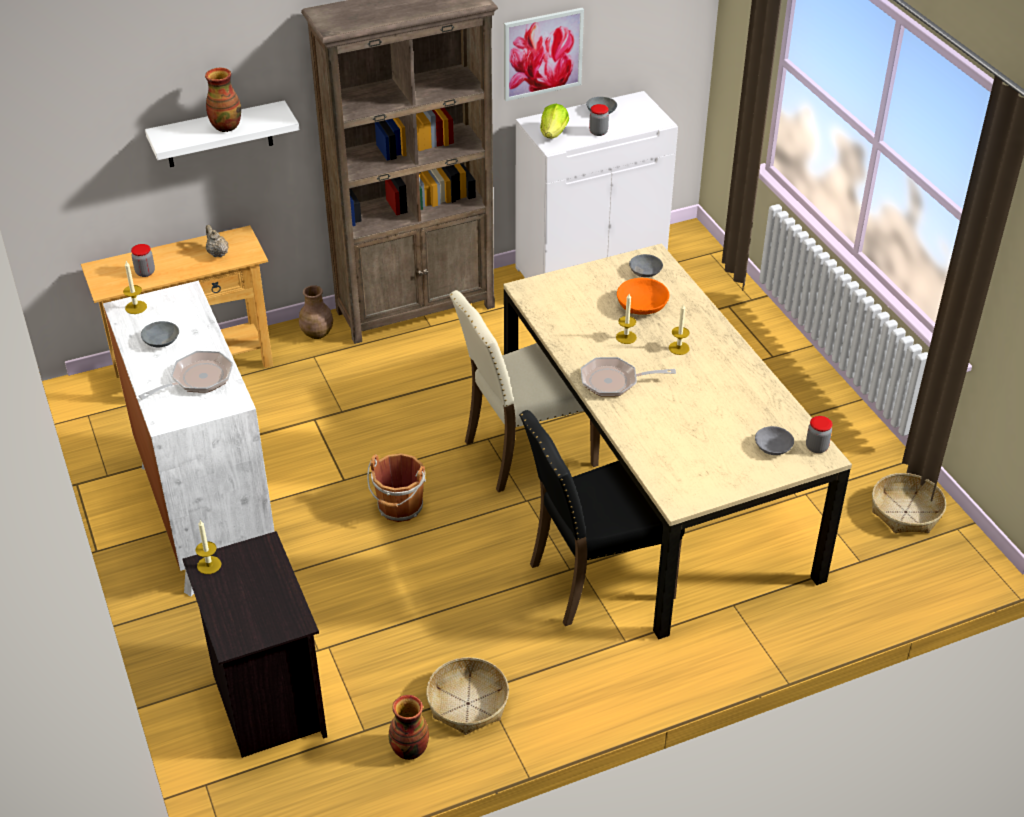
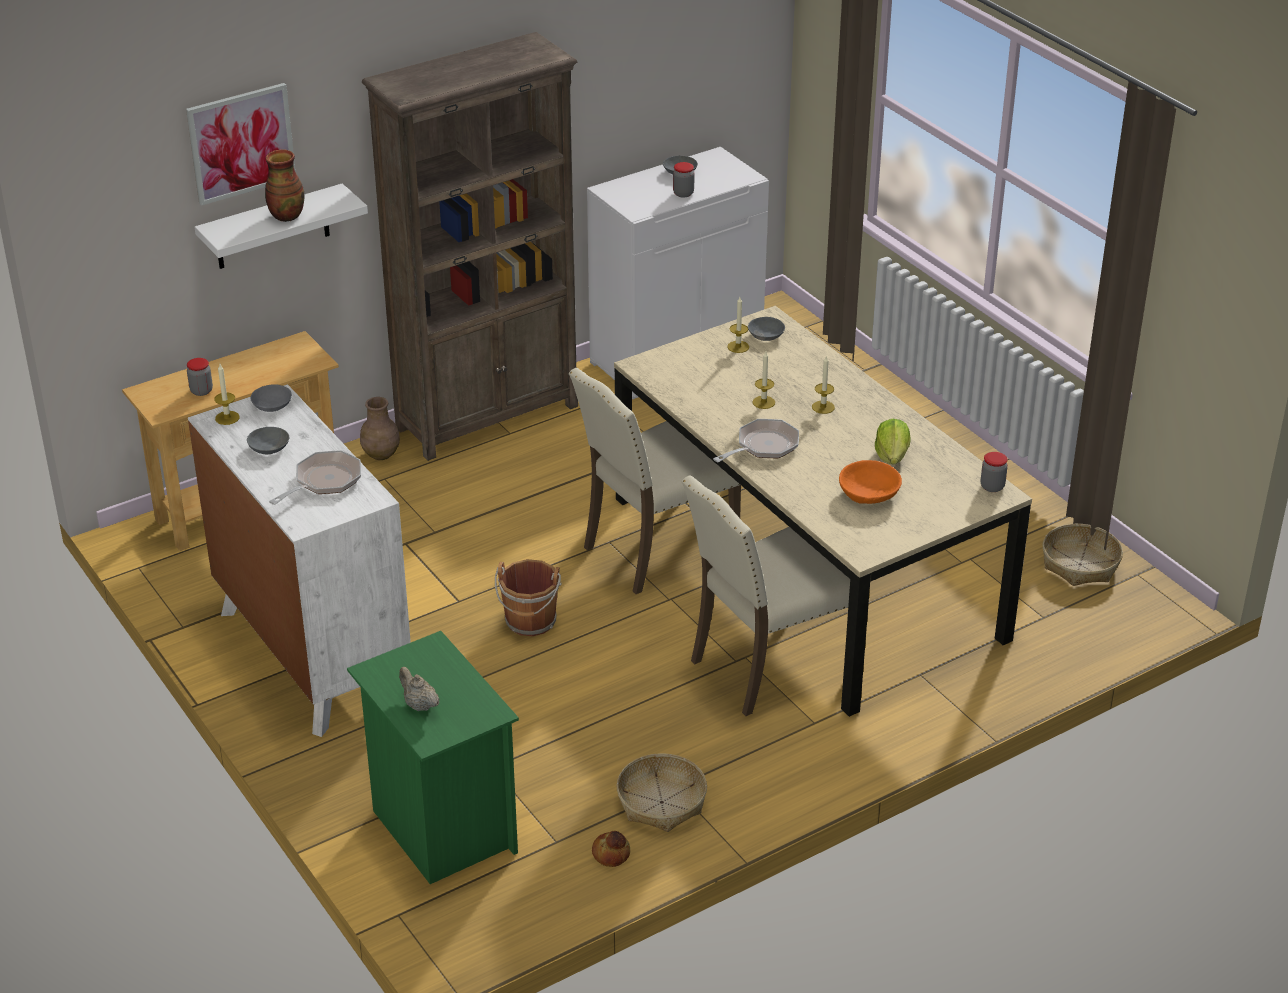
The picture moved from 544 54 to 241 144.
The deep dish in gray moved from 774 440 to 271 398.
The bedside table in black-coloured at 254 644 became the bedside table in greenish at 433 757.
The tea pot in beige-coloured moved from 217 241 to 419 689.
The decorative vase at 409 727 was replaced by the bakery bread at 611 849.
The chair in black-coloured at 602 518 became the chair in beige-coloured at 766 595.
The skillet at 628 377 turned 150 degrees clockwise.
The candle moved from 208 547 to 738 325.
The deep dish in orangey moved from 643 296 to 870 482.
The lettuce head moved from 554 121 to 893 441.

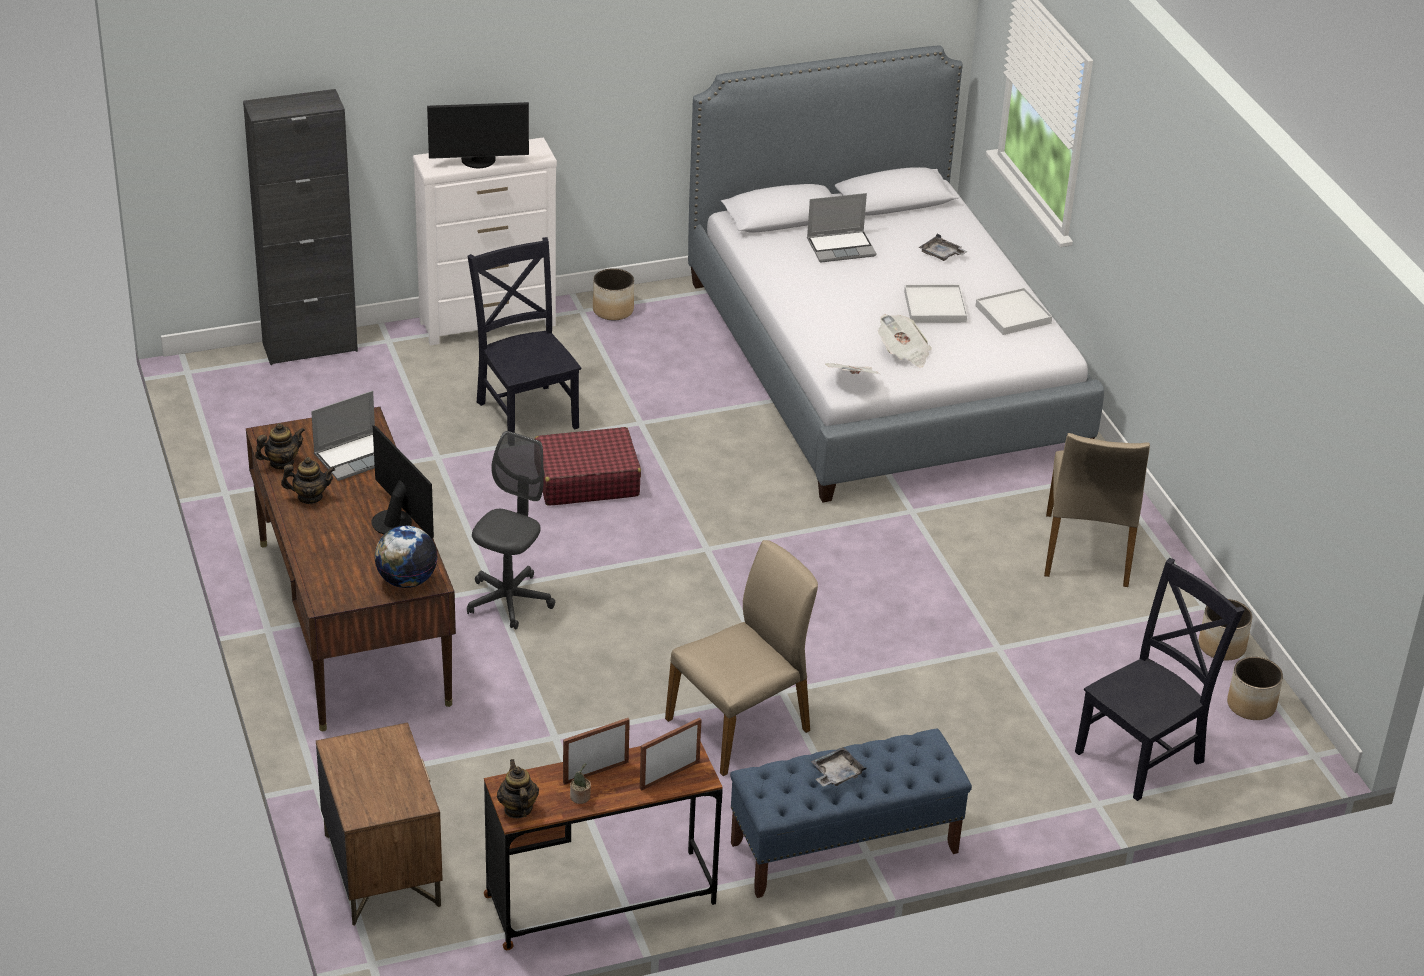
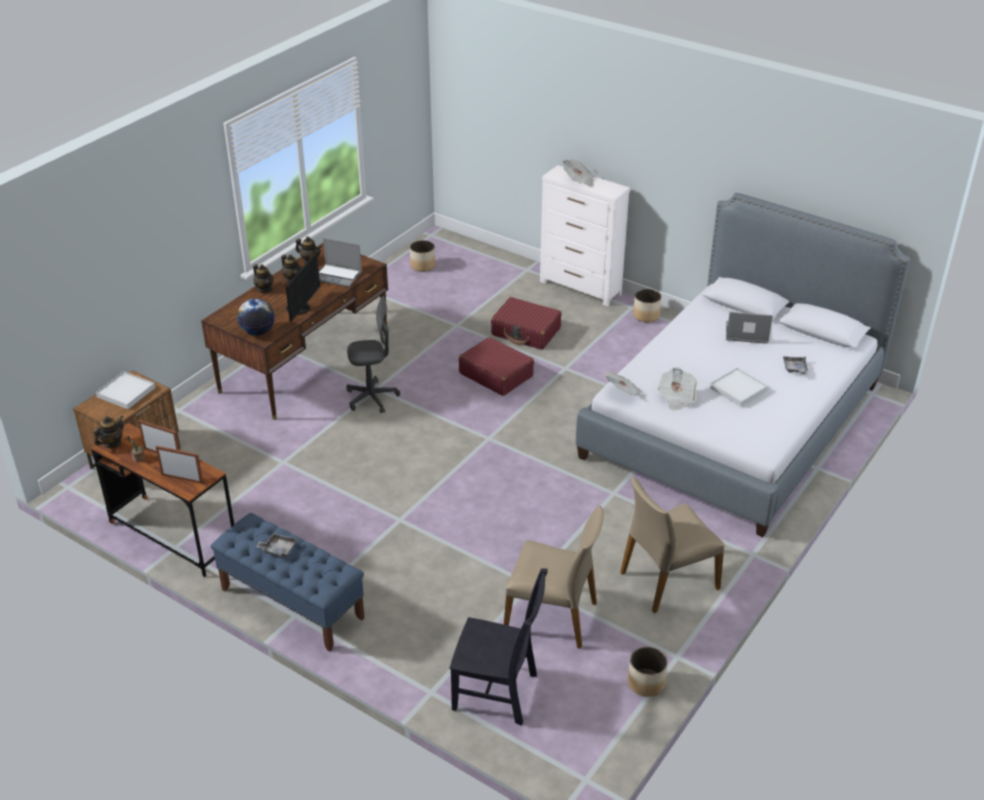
The serving tray in whitish moved from 1014 311 to 126 390.
The tea pot at 263 278 appeared.
The flower pot moved from 1255 688 to 422 256.
The chair in black-coloured at 524 335 was replaced by the piece of luggage in reddish at 526 323.
The chair in beige-coloured moved from 741 658 to 554 577.
The computer screen at 478 135 was replaced by the daily paper at 579 173.
The laptop at 842 227 turned 150 degrees clockwise.
The storage cabinet in black-coloured at 300 227 disappeared.

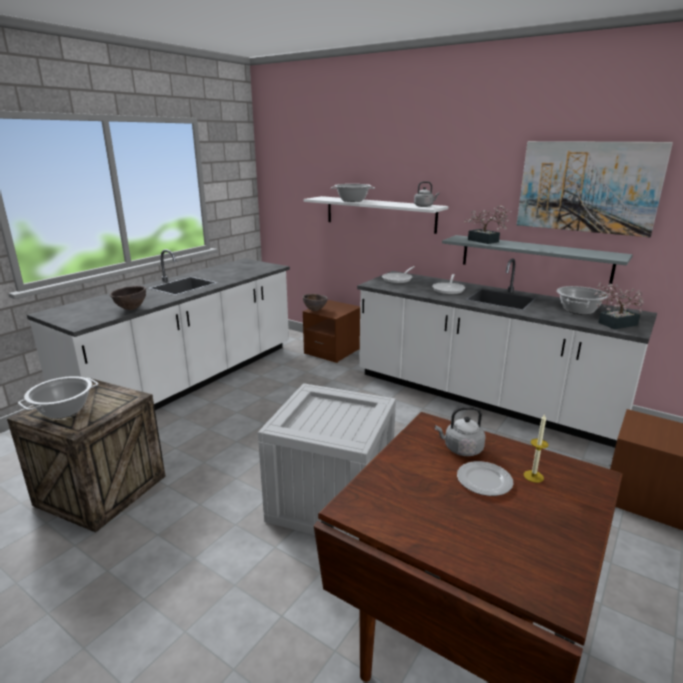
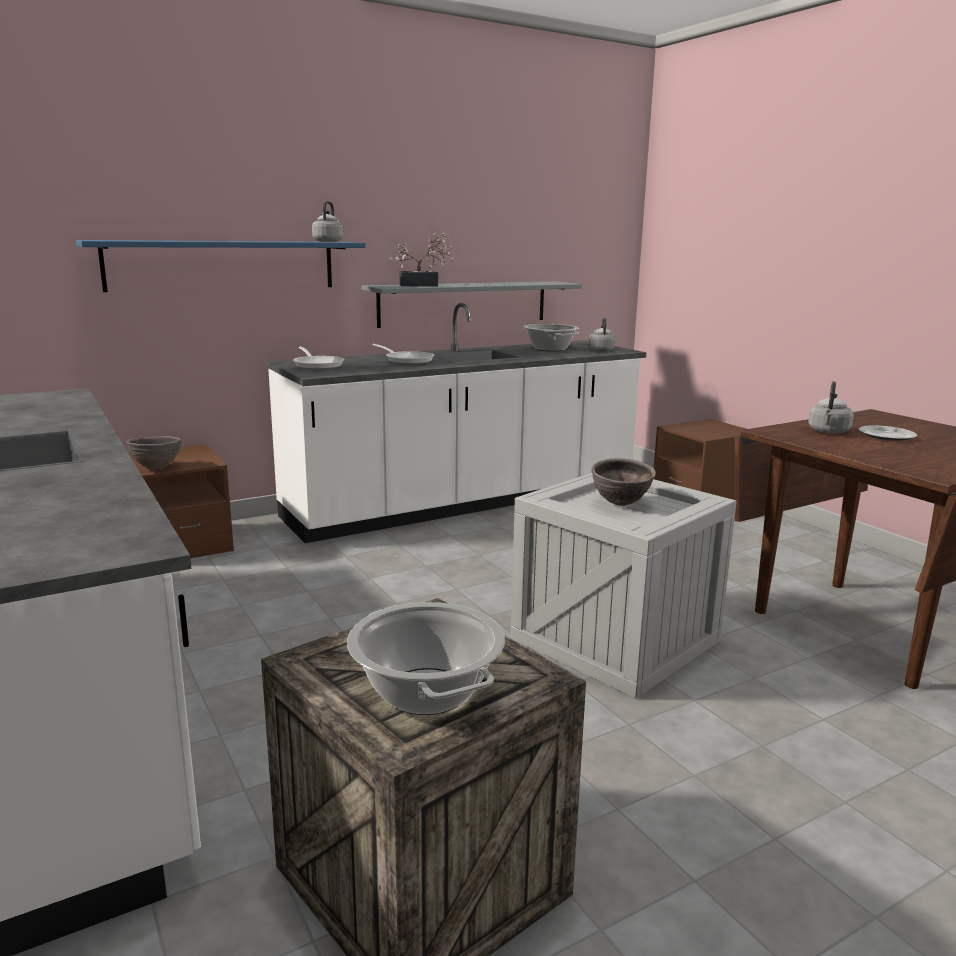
The shelf in whitish at 376 215 became the shelf in blue at 221 266.
The houseplant at 619 305 was replaced by the kettle in gray at 602 334.
The deep dish in brown-coloured moved from 128 298 to 624 482.
The saucepot at 353 193 disappeared.
The picture at 595 189 disappeared.
The candle at 536 448 disappeared.

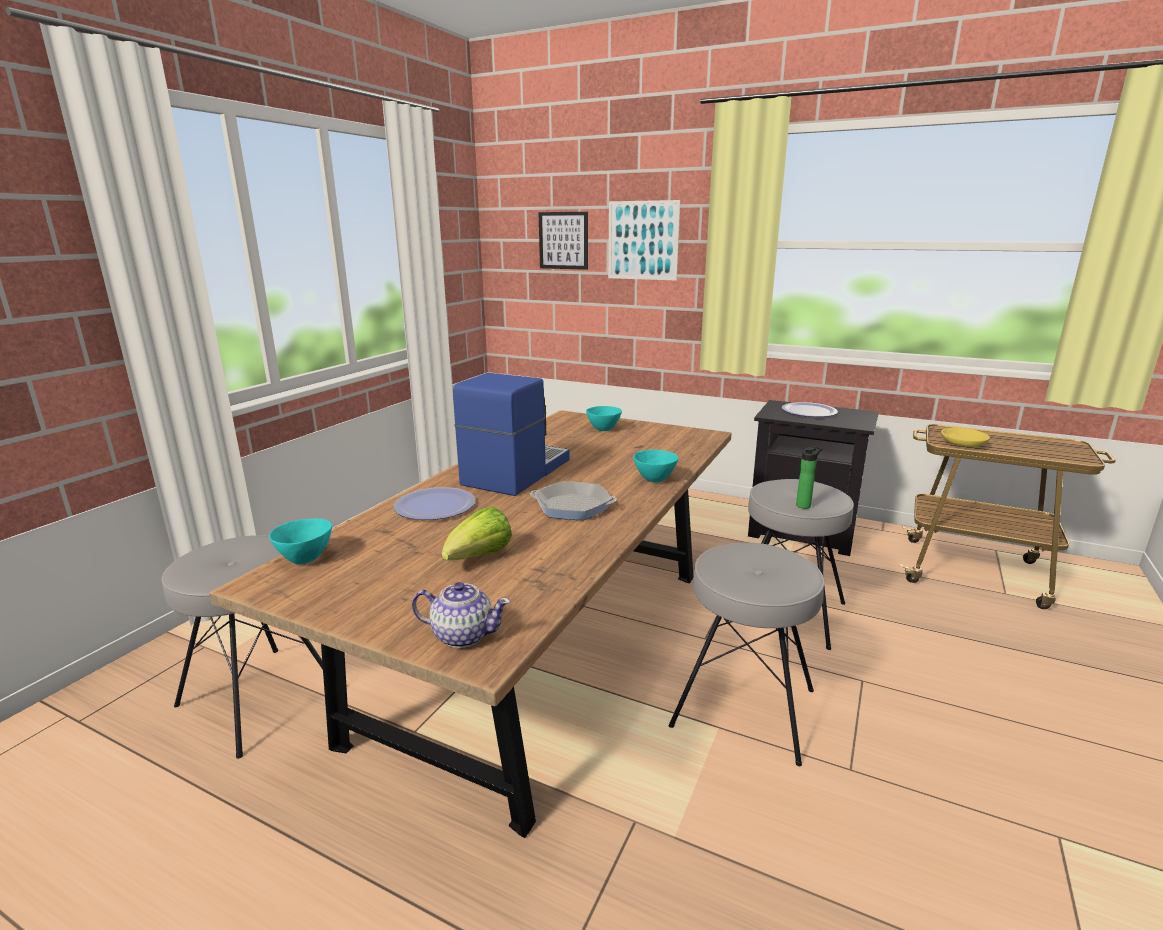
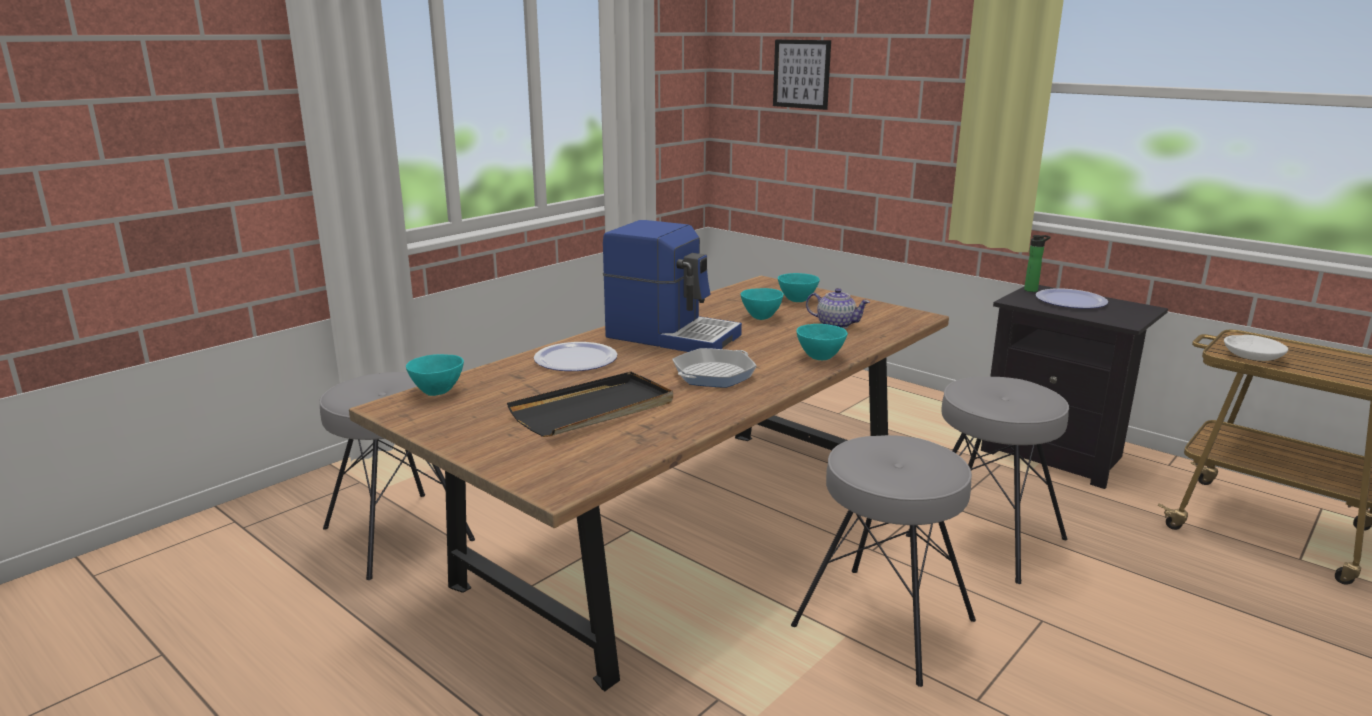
The lettuce head at 477 533 was replaced by the serving tray in black-coloured at 590 404.
The coffee machine at 511 434 turned 75 degrees clockwise.
The skillet at 573 500 turned 75 degrees counterclockwise.
The deep dish in blue-green at 762 304 appeared.
The tea pot moved from 461 615 to 838 308.
The beverage bottle moved from 809 477 to 1037 263.
The deep dish in yellow at 965 437 became the deep dish in whitish at 1256 348.
The picture at 644 240 disappeared.

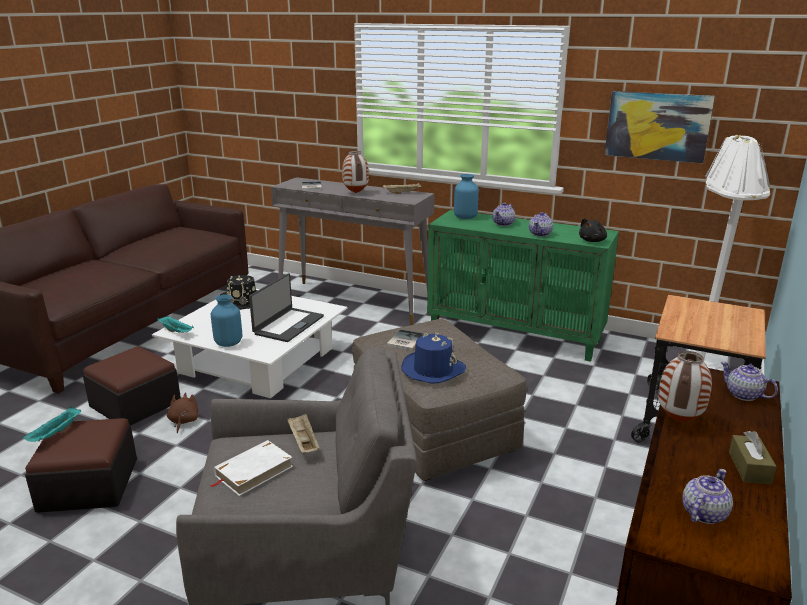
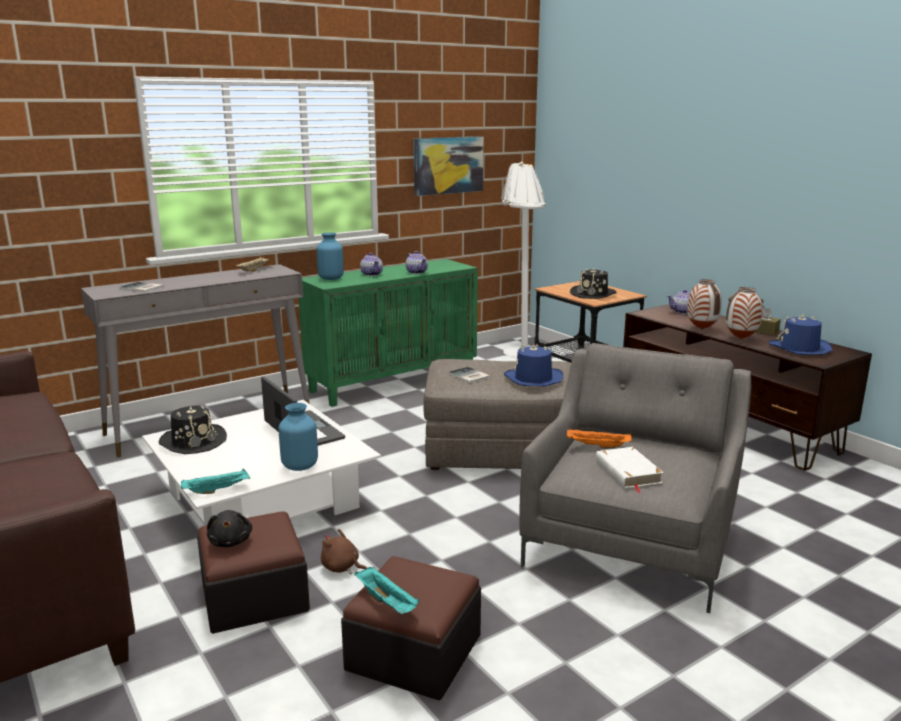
The soft toy in black-coloured moved from 593 230 to 229 528.
The serving tray in beige-coloured at 303 433 became the serving tray in orangey at 599 439.
The hat in black-coloured at 593 283 appeared.
The decorative vase moved from 355 172 to 745 313.
The tea pot at 707 496 was replaced by the hat in blue at 801 334.

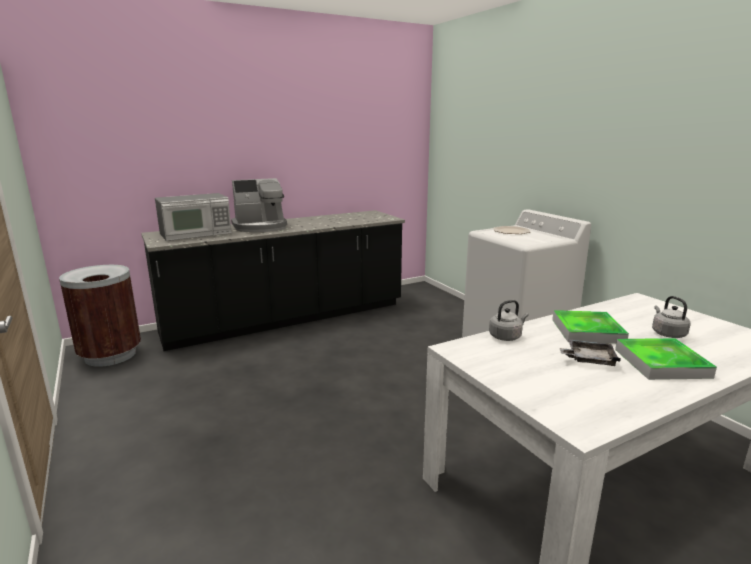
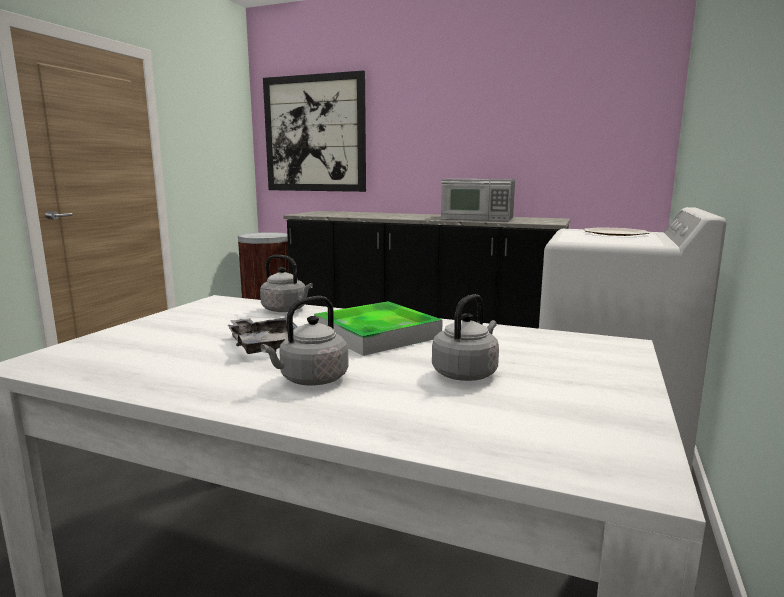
The serving tray at 666 359 was replaced by the kettle in gray at 304 341.
The picture at 314 131 appeared.
The microwave oven moved from 193 217 to 478 200.
The coffee machine at 259 205 disappeared.

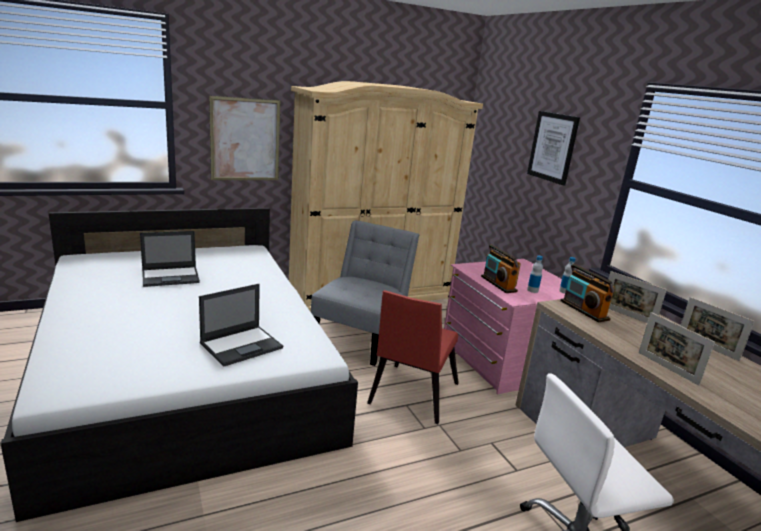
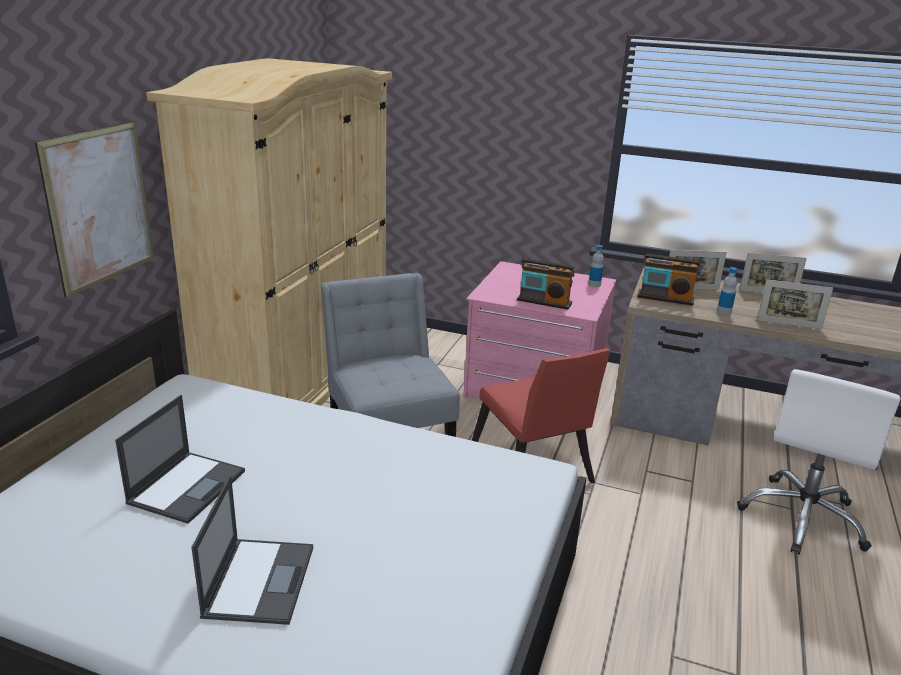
The laptop moved from 241 325 to 252 550.
The beverage bottle moved from 535 274 to 727 291.
The picture at 553 148 disappeared.

